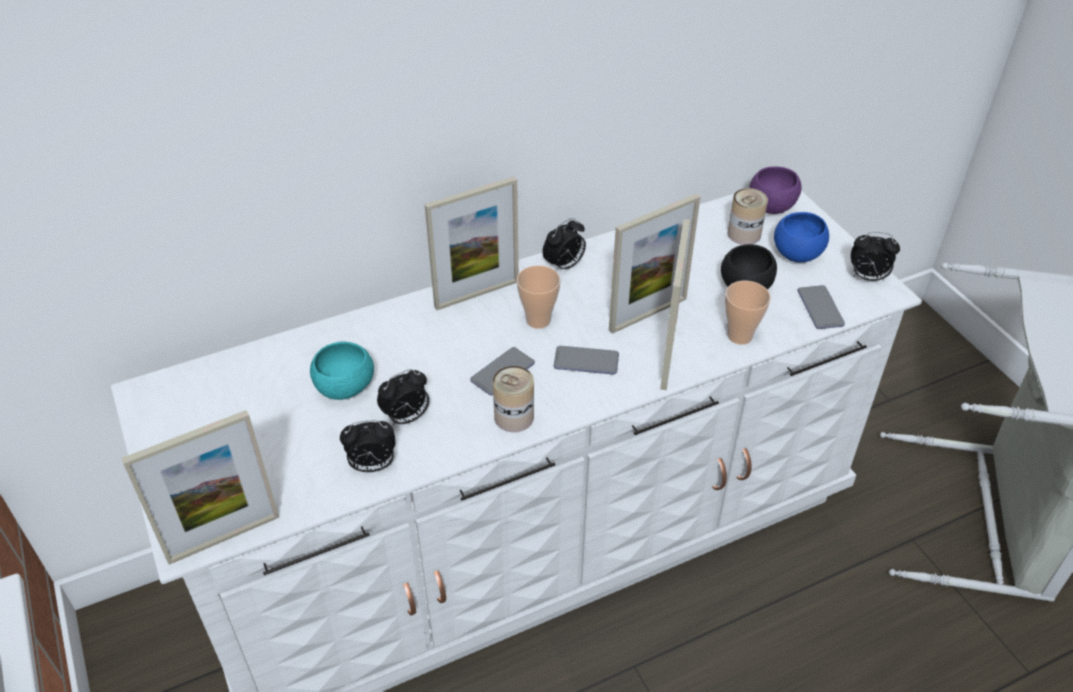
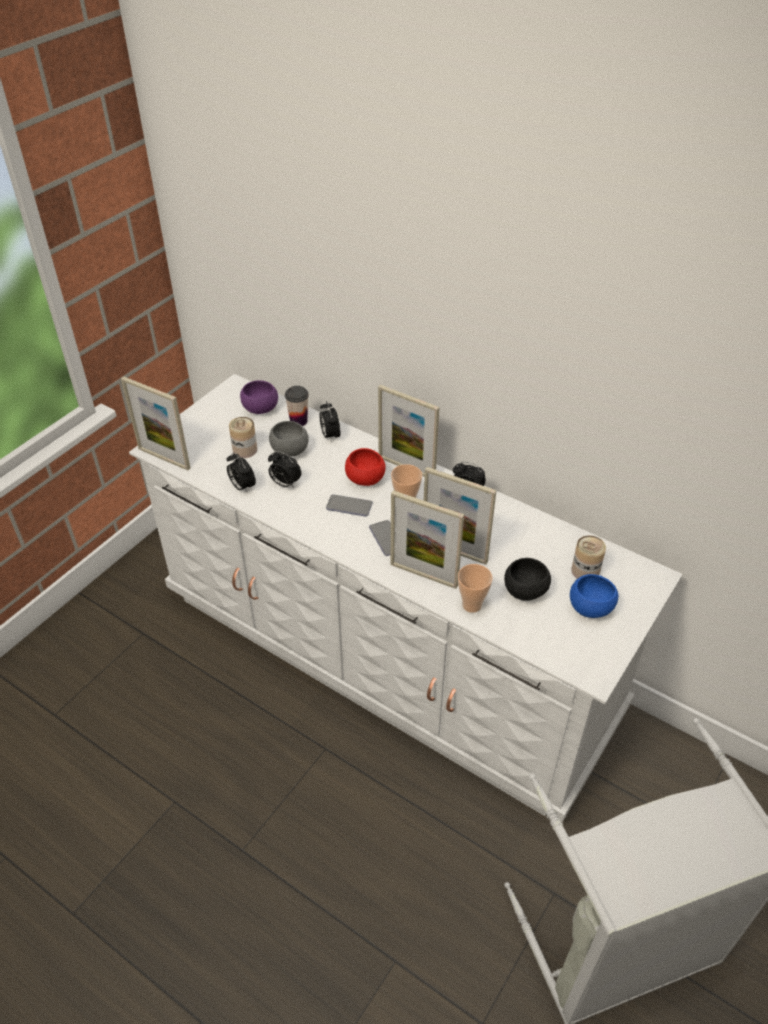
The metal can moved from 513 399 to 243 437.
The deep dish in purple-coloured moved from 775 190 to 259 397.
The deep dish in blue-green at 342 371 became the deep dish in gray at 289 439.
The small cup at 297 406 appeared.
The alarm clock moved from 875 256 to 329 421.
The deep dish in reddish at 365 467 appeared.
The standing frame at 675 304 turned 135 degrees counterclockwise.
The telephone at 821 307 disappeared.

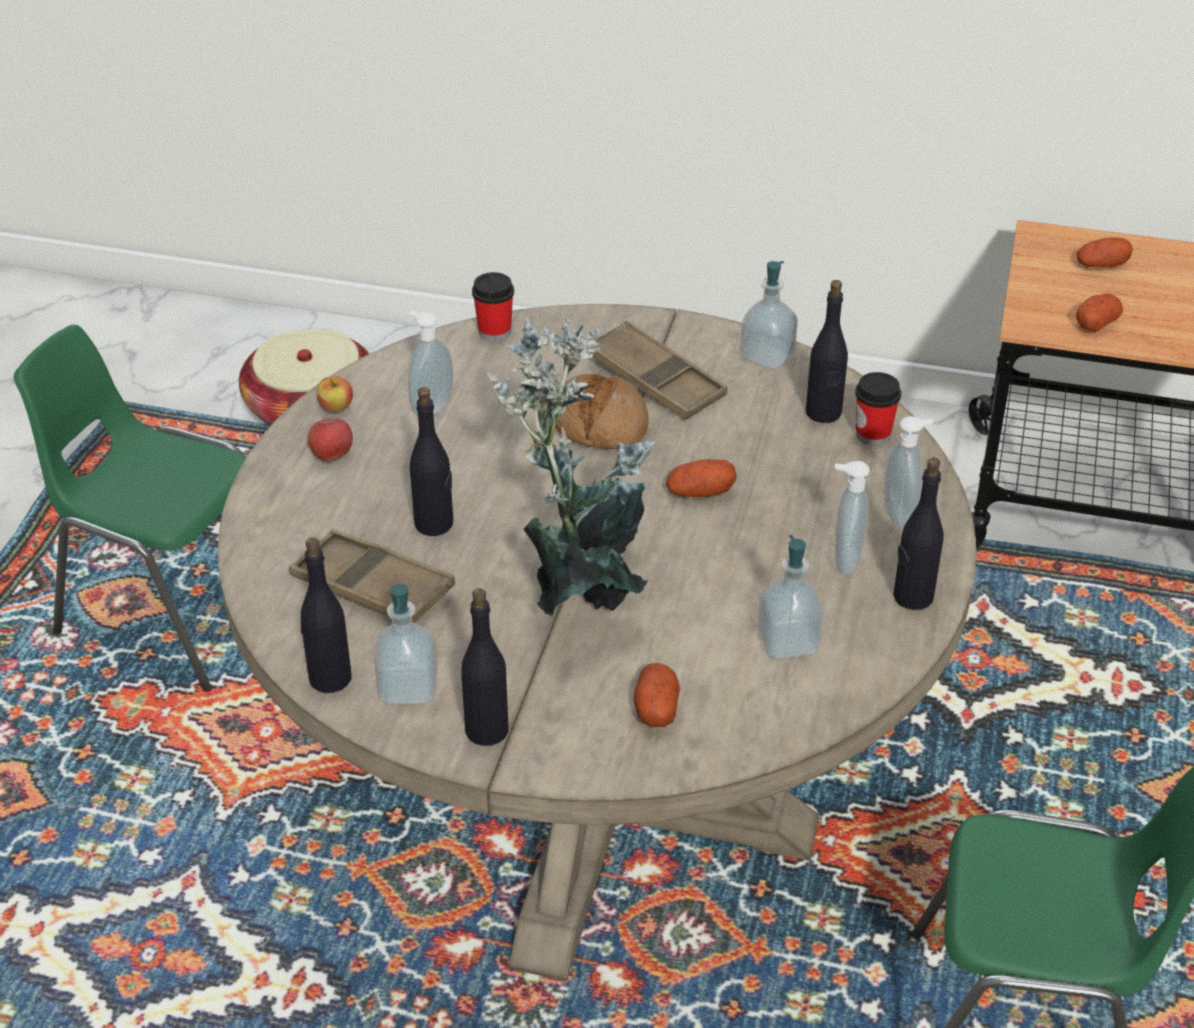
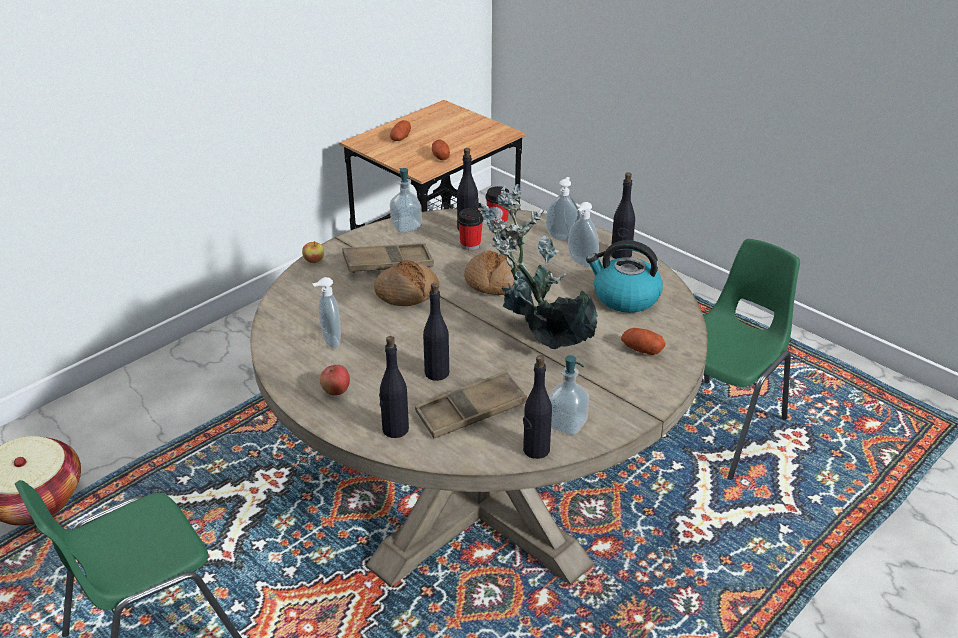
The apple fruit moved from 334 394 to 313 252.
The beverage bottle in black-coloured moved from 485 667 to 394 387.
The small cup moved from 493 306 to 470 229.
The whole potato at 701 478 was replaced by the bakery bread at 489 272.
The soap dispenser at 790 597 was replaced by the kettle at 624 276.

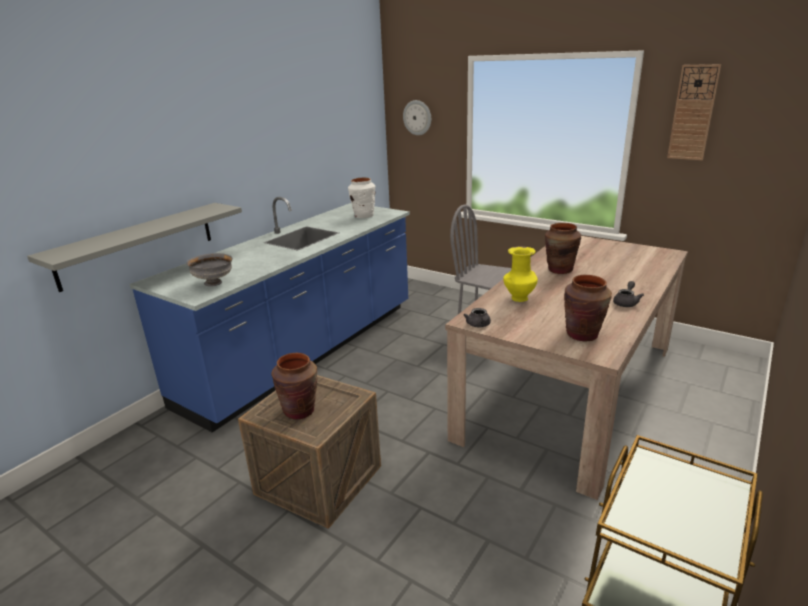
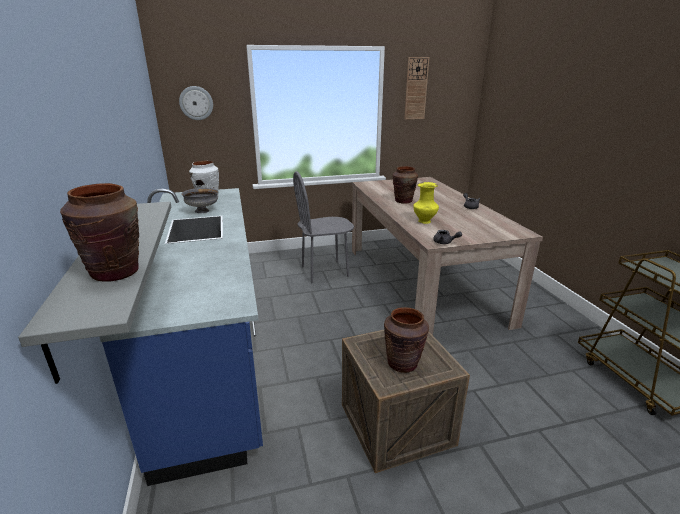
The decorative vase in brown-coloured moved from 588 308 to 99 232.
The deep dish in gray moved from 209 270 to 200 200.

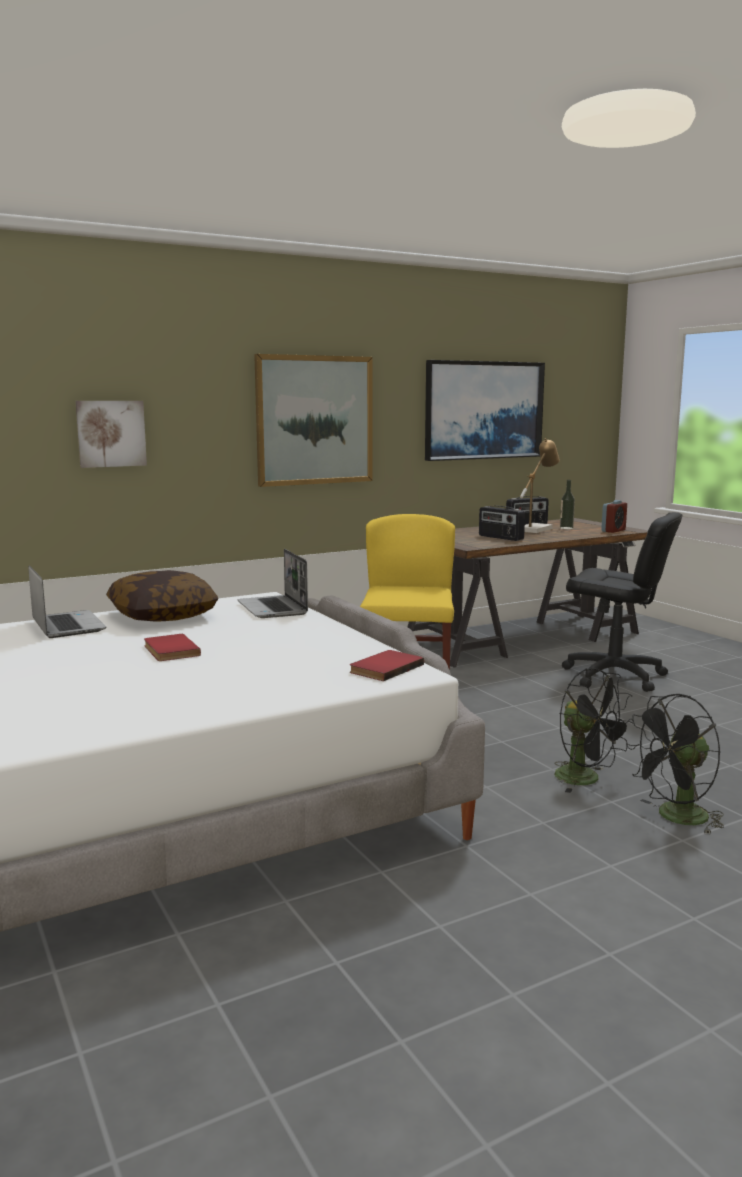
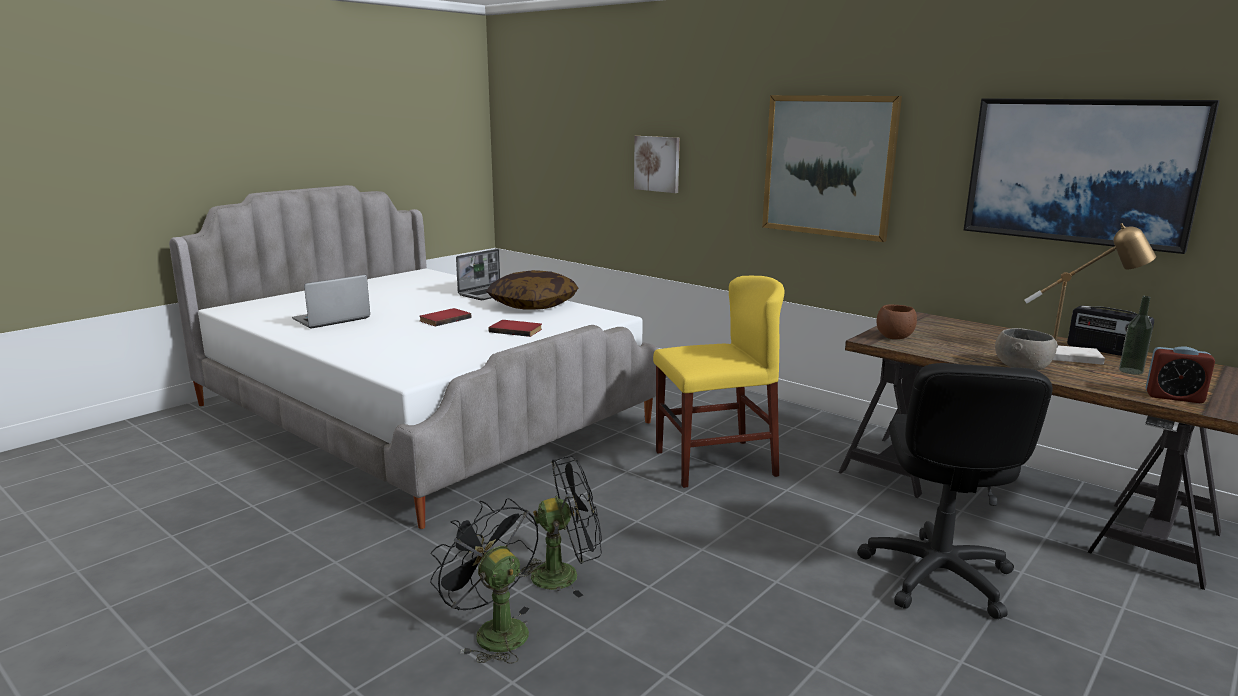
The laptop moved from 272 583 to 331 302.
The volume in reddish moved from 387 665 to 515 328.
The fan in black-coloured at 593 730 turned 135 degrees counterclockwise.
The deep dish in brown-coloured at 897 321 appeared.
The deep dish in gray at 1026 349 appeared.
The radio at 502 523 disappeared.

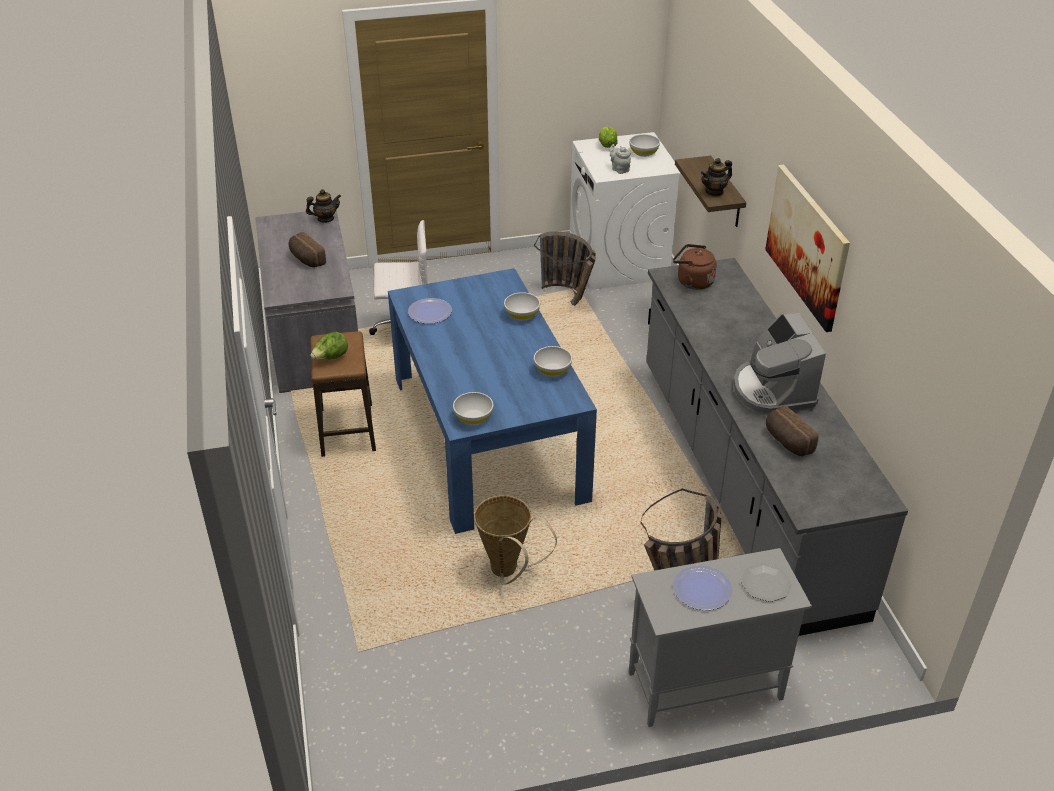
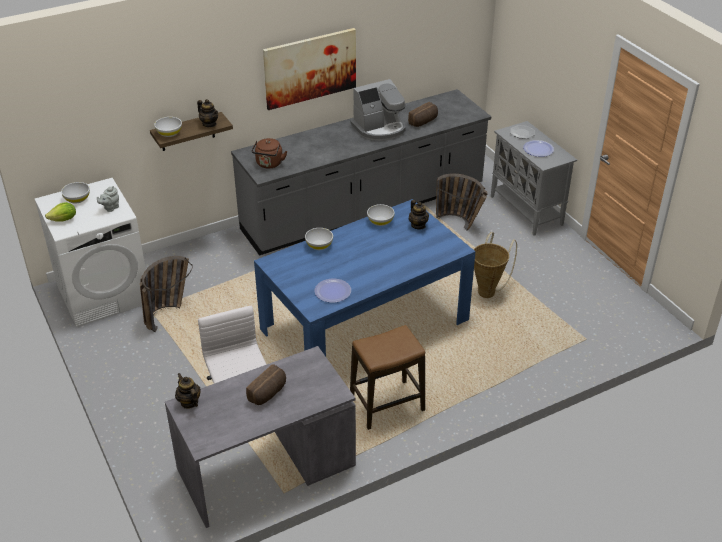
The deep dish in whitish moved from 473 408 to 168 127.
The tea pot at 419 215 appeared.
The lettuce head at 329 346 disappeared.

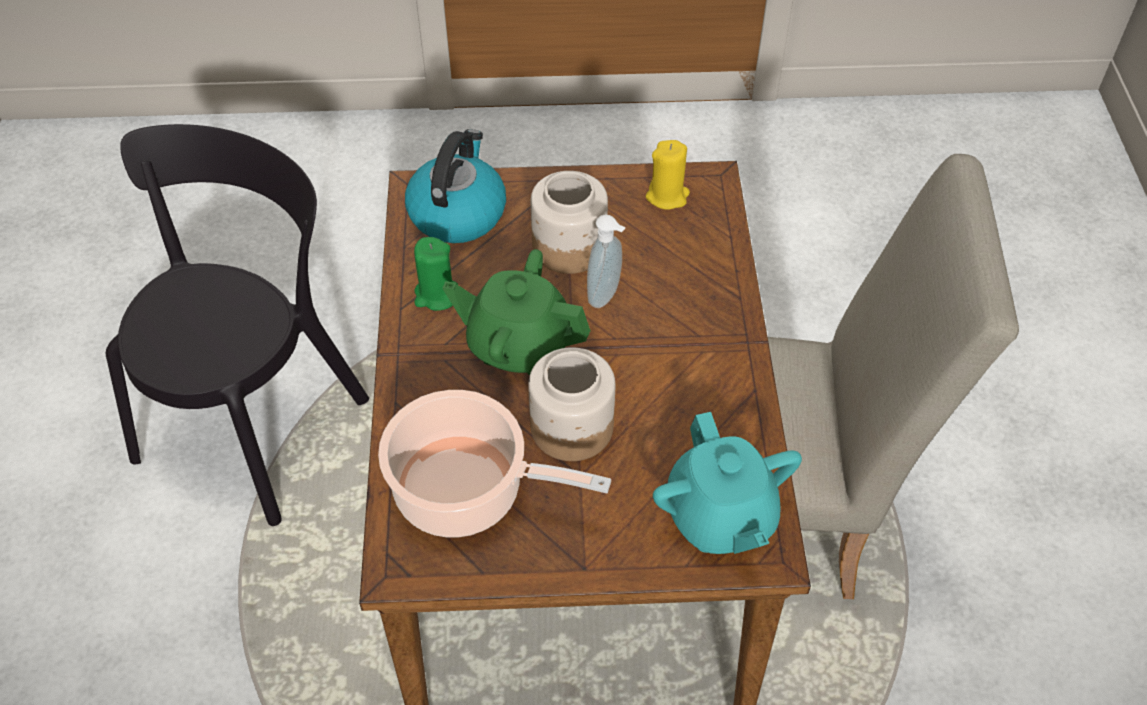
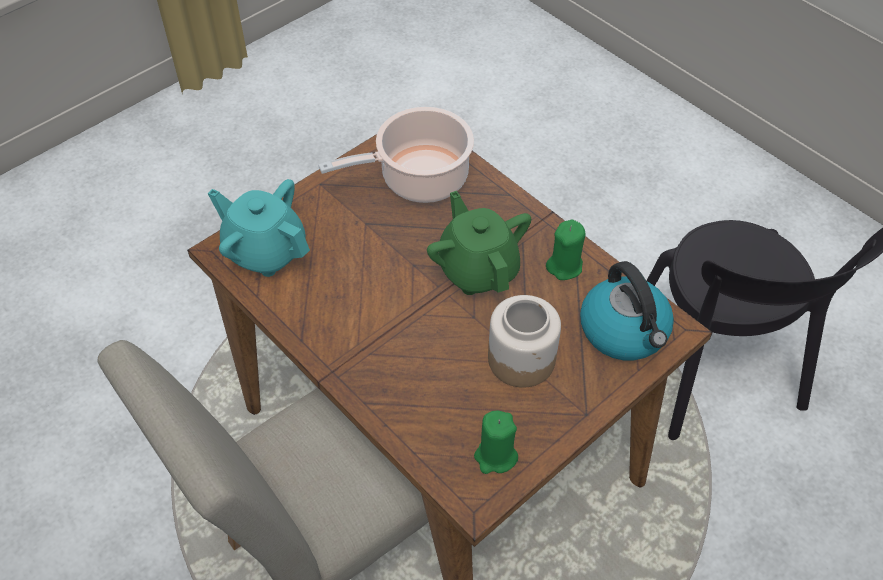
The tea pot in greenish at 517 312 turned 90 degrees counterclockwise.
The candle in yellow at 668 175 became the candle in greenish at 496 442.
The jar at 571 404 disappeared.
The soap dispenser at 606 261 disappeared.

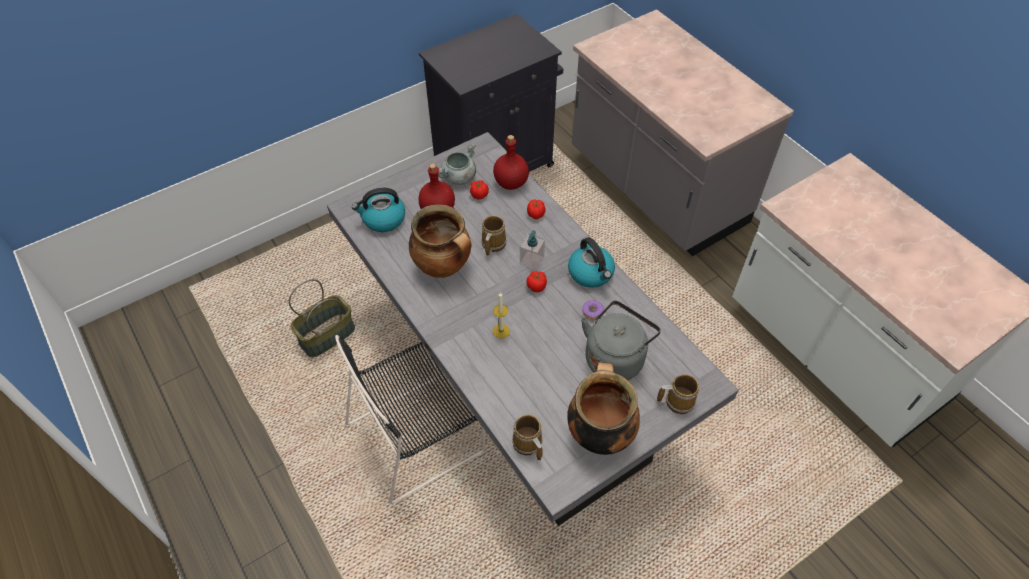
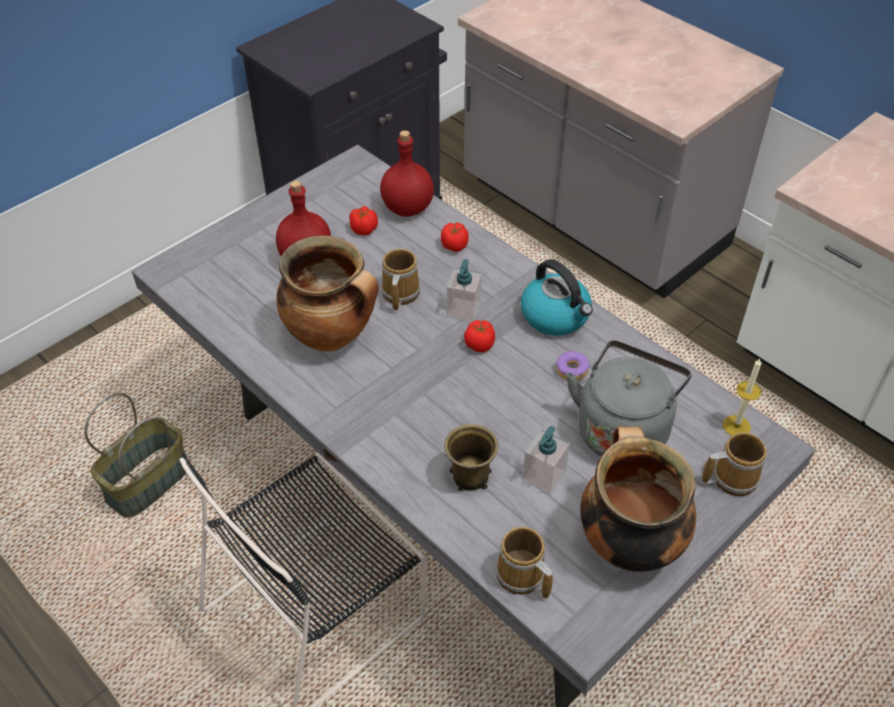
The coffee mug in brown-coloured at 471 457 appeared.
The soap dispenser at 546 460 appeared.
The candle moved from 501 315 to 742 397.
The kettle at 378 210 disappeared.
The saucepot in gray at 457 163 disappeared.

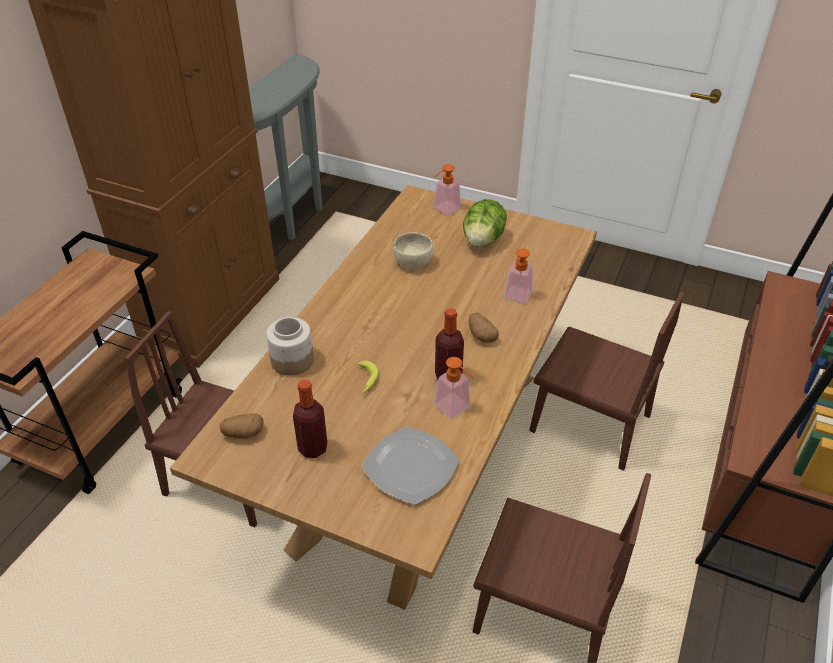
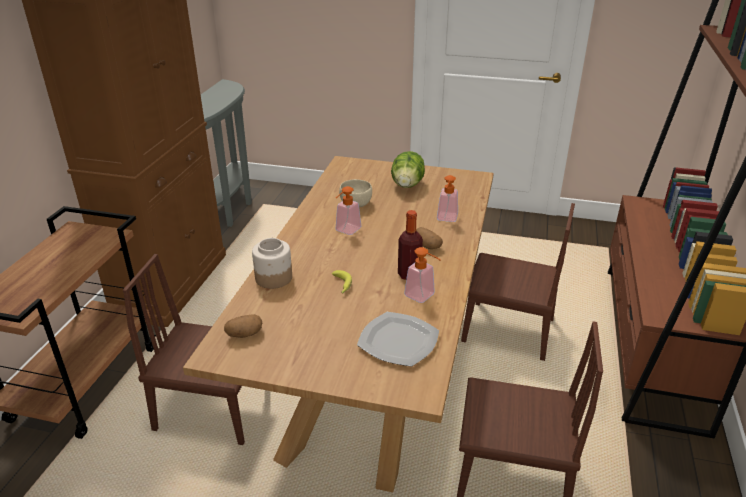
The soap dispenser moved from 447 189 to 348 210.
The beverage bottle at 310 419 disappeared.

